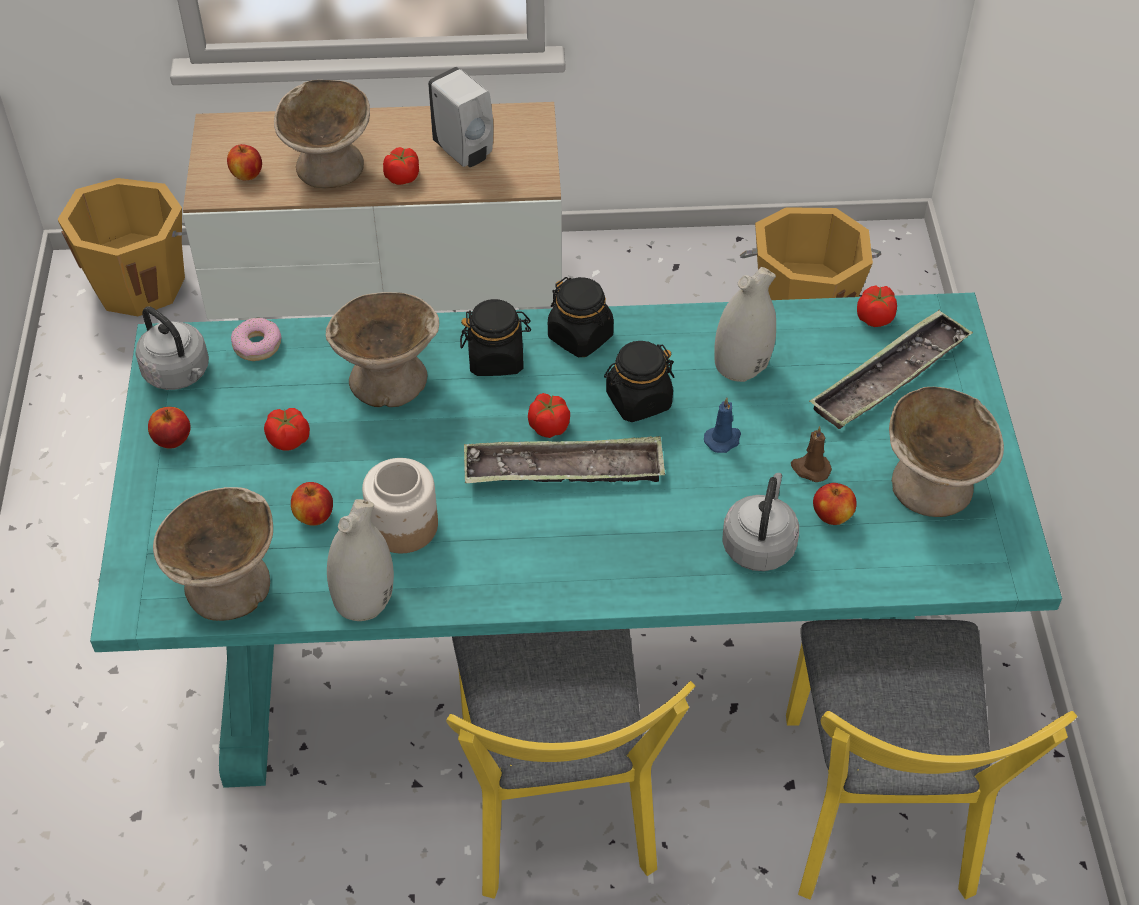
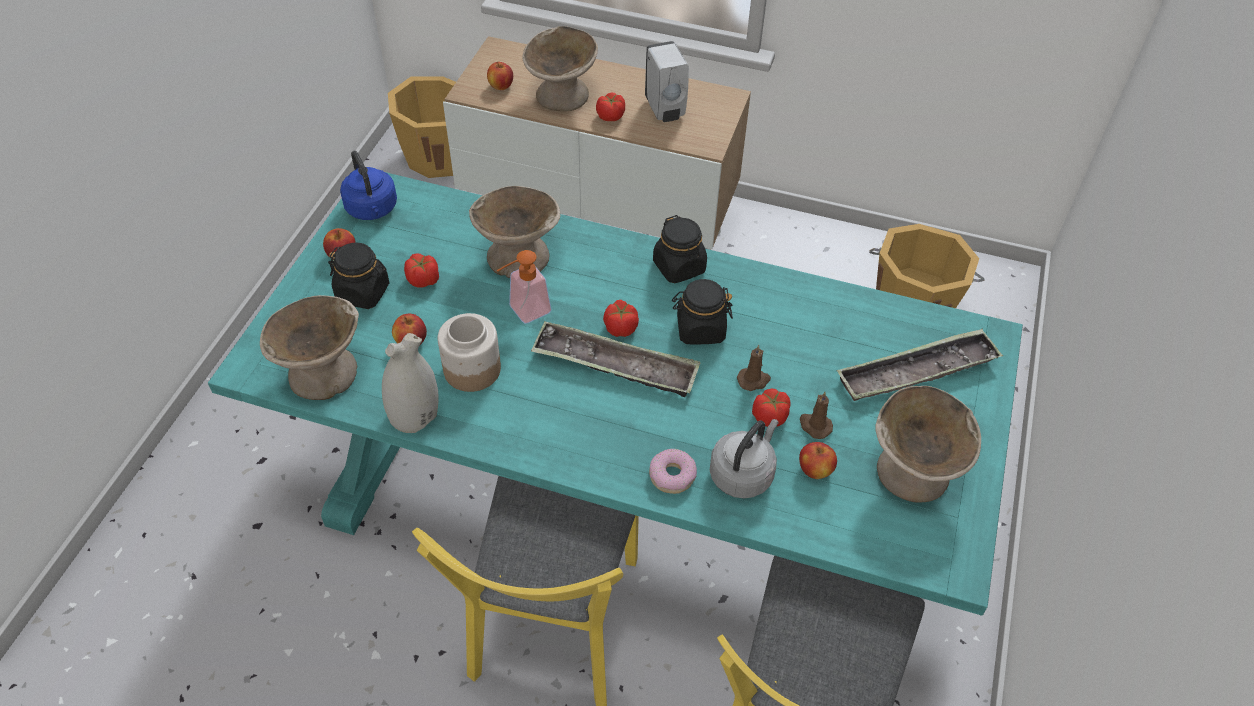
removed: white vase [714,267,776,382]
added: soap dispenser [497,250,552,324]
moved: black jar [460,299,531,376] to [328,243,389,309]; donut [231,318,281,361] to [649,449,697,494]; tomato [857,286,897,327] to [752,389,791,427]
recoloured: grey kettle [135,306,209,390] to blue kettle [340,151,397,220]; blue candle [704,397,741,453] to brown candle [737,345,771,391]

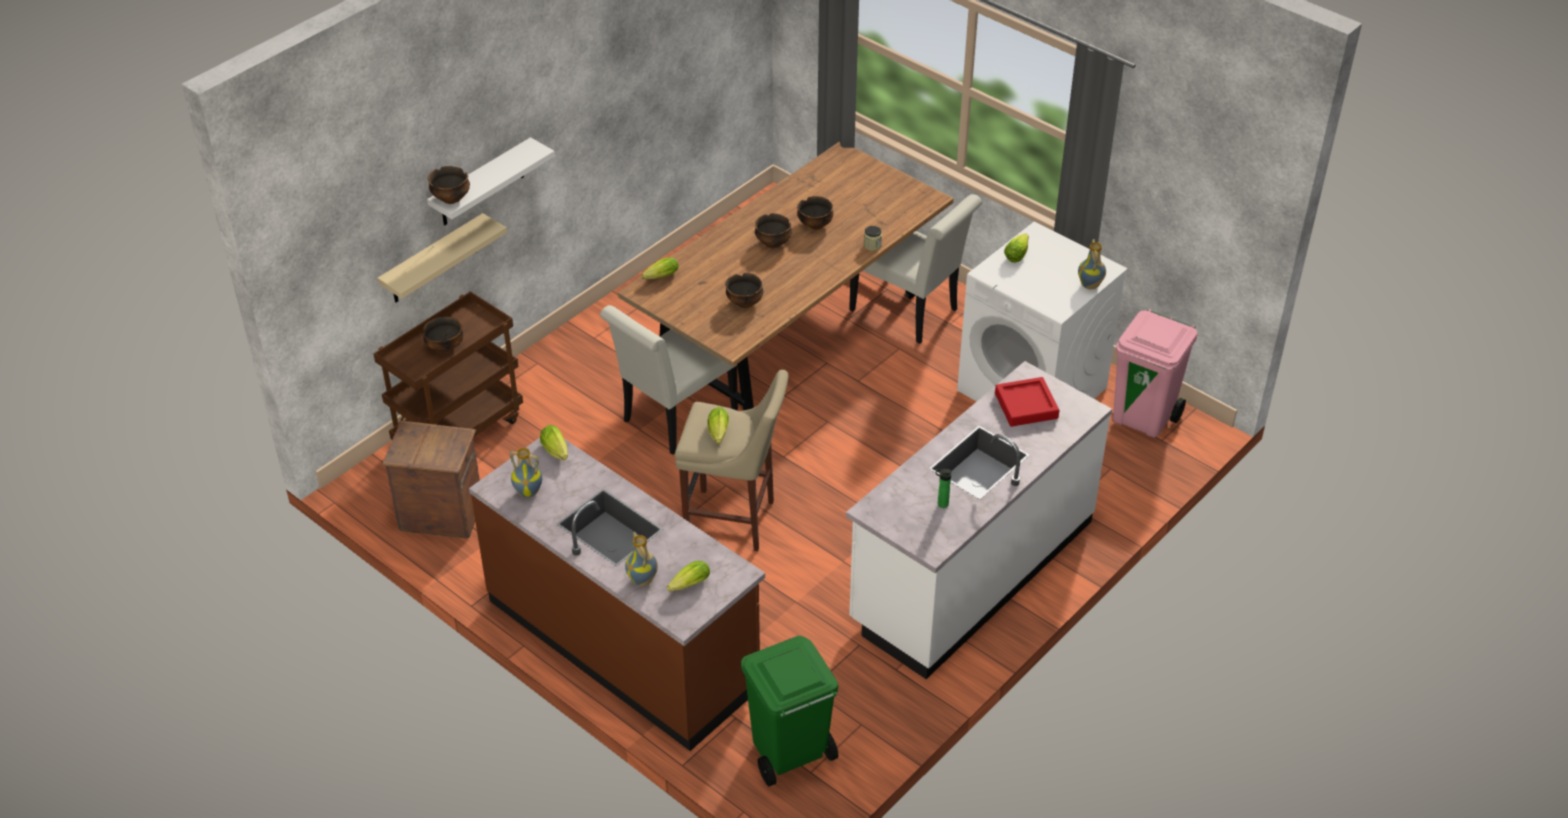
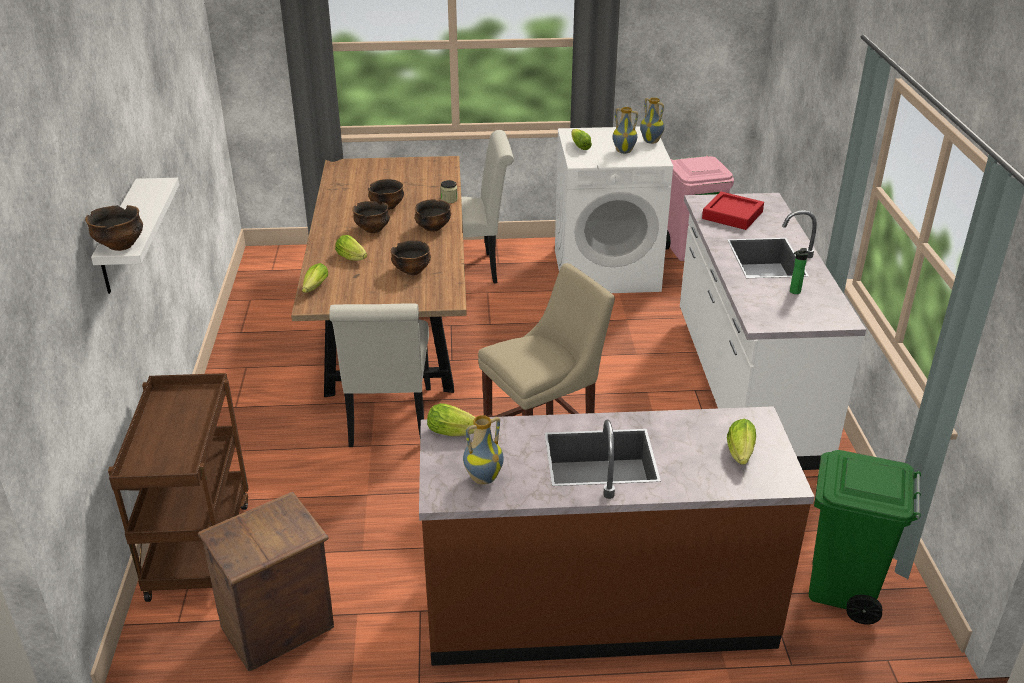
removed: beige shelf [377,213,507,303]
moved: lettuce [708,407,729,443] to [335,235,367,261]; bowl [423,316,463,352] to [415,199,451,232]; vase [625,532,658,586] to [613,107,638,154]

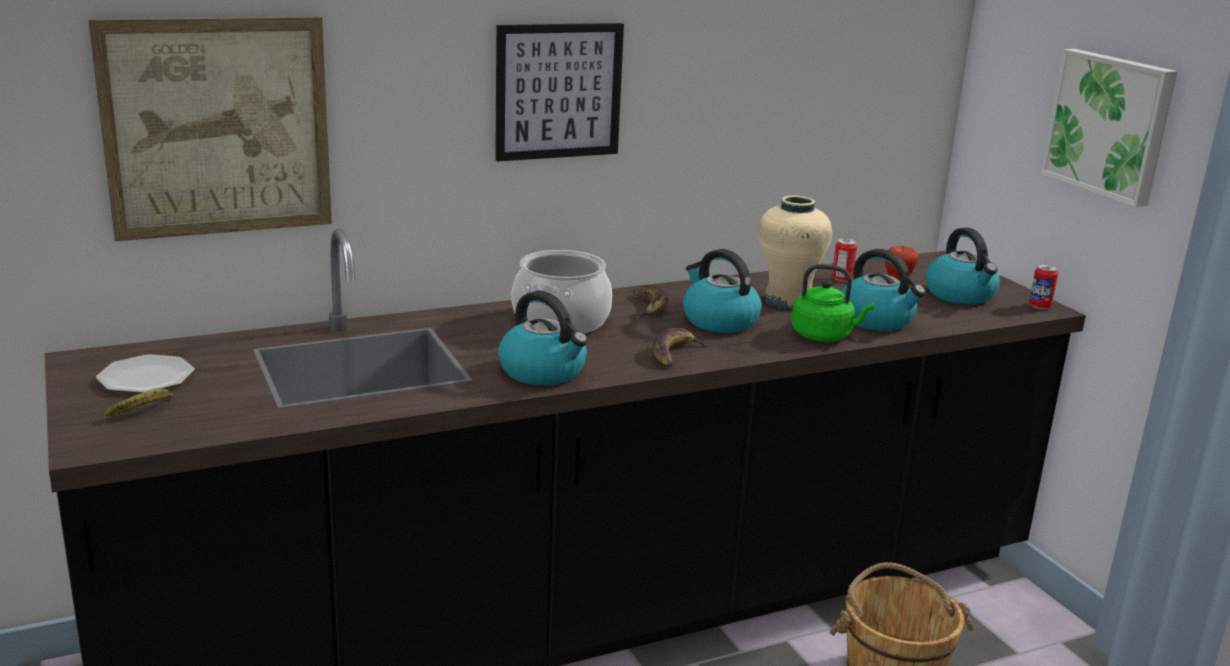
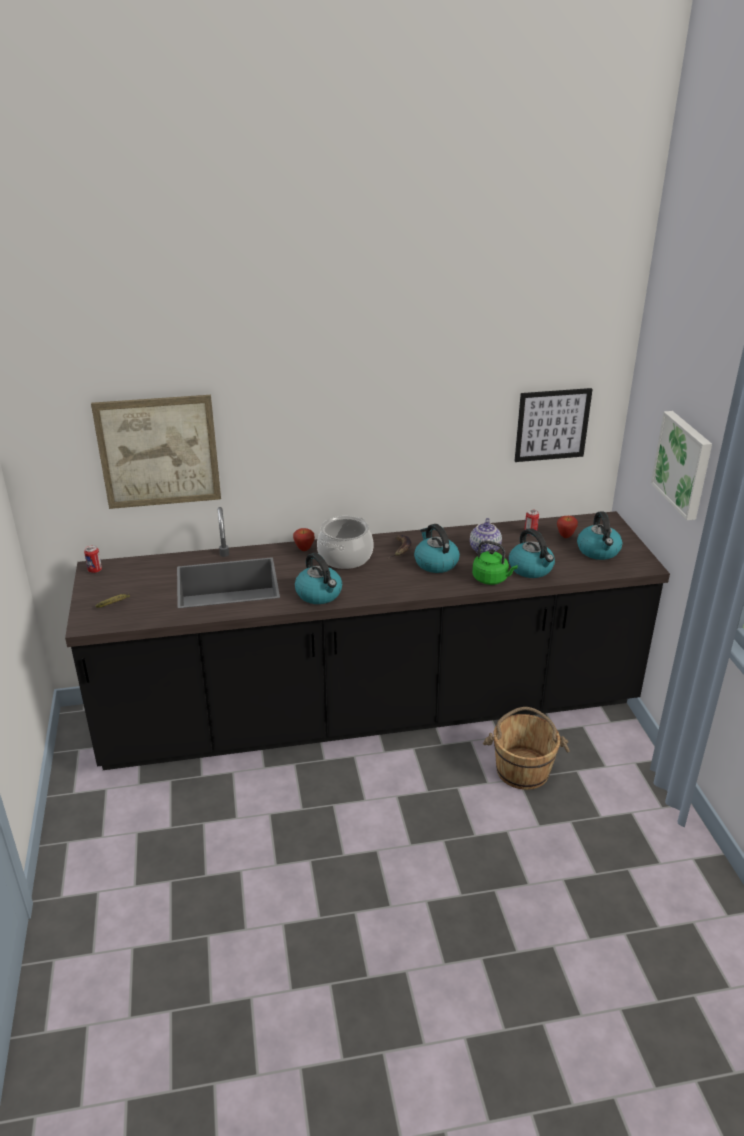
removed: plate [96,354,195,393]; banana [653,328,710,367]
added: apple [293,528,315,551]
moved: can [1029,264,1058,309] to [84,545,102,573]; picture [495,23,624,161] to [515,388,593,462]
replaced: beige vase [758,195,832,310] to teapot [470,518,502,554]

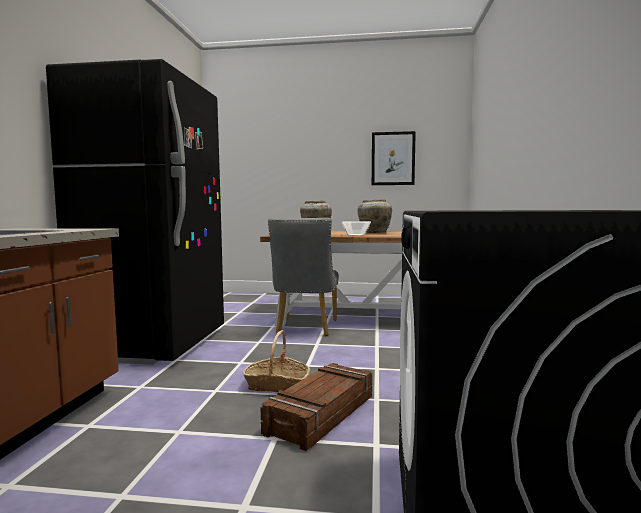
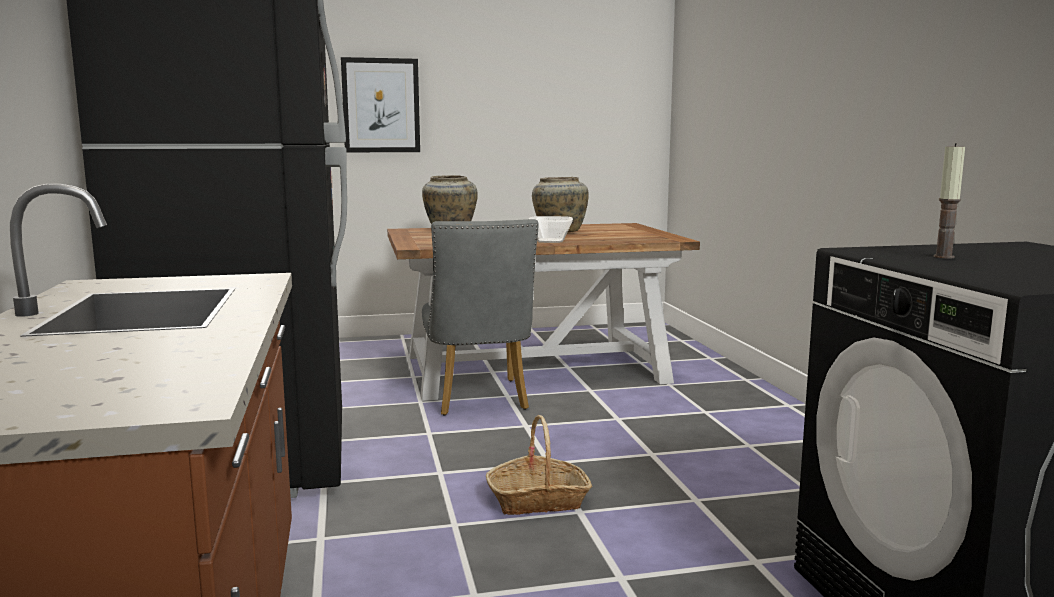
removed: crate [261,363,372,451]
added: candle [933,143,965,258]
moved: picture [372,131,416,185] to [341,57,420,152]

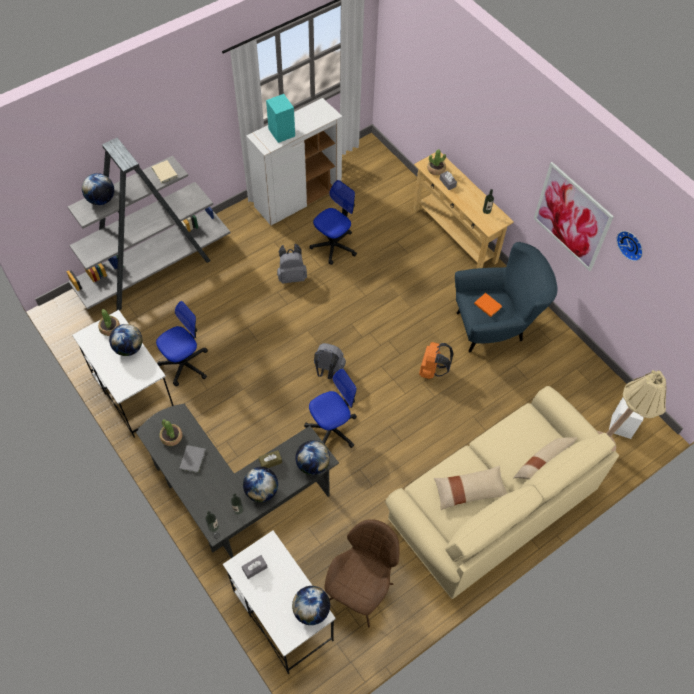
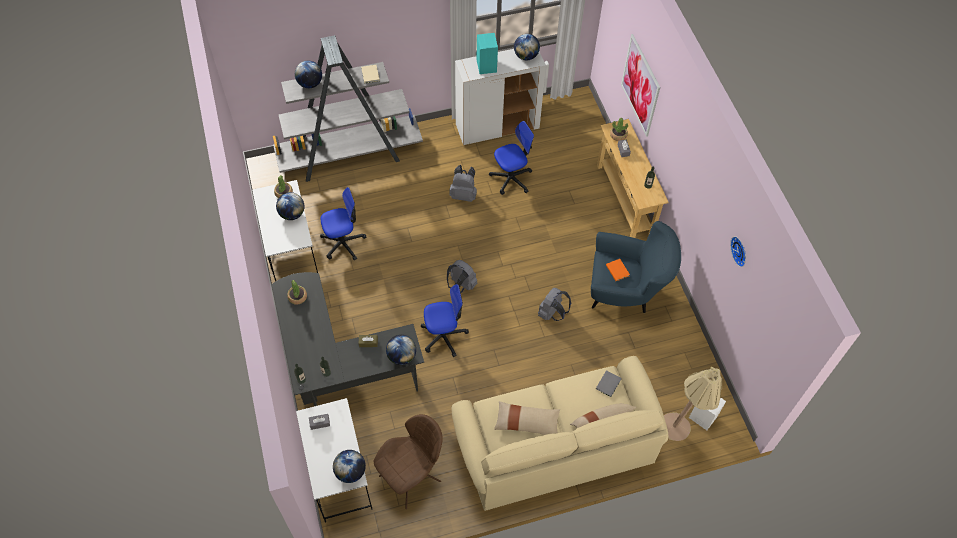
moved: globe [243,467,278,502] to [514,34,540,60]; grey book [179,445,206,473] to [596,370,622,397]; picture [534,162,614,271] to [621,34,660,137]
recoloured: orange backpack [419,342,454,379] to grey backpack [538,288,571,321]

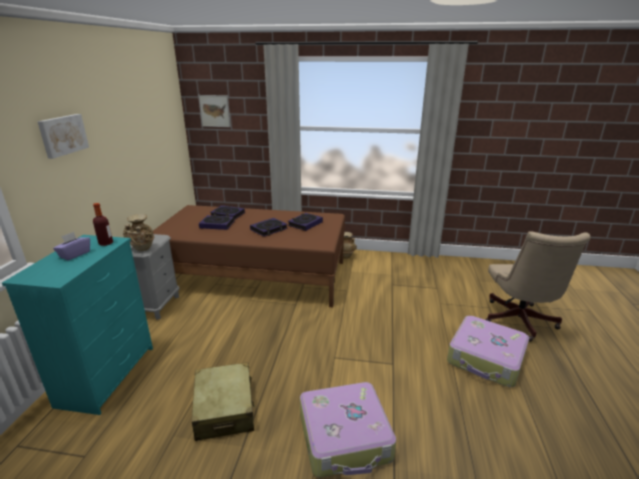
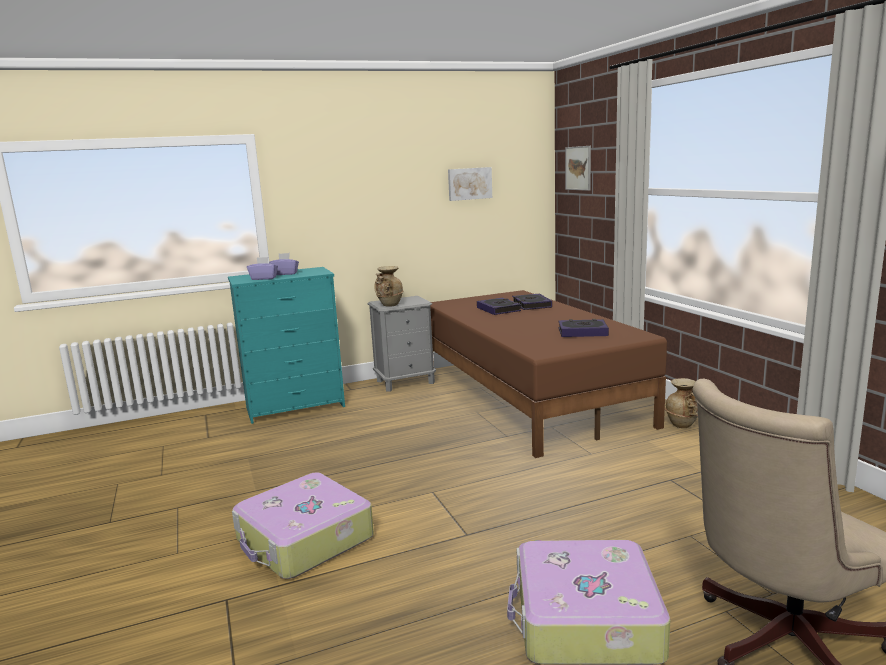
removed: bottle [93,203,113,246]; beige suitcase [192,362,255,441]; book [250,218,288,237]
added: purple tissue box [247,257,278,280]
moved: picture [37,114,89,159] to [448,167,492,201]

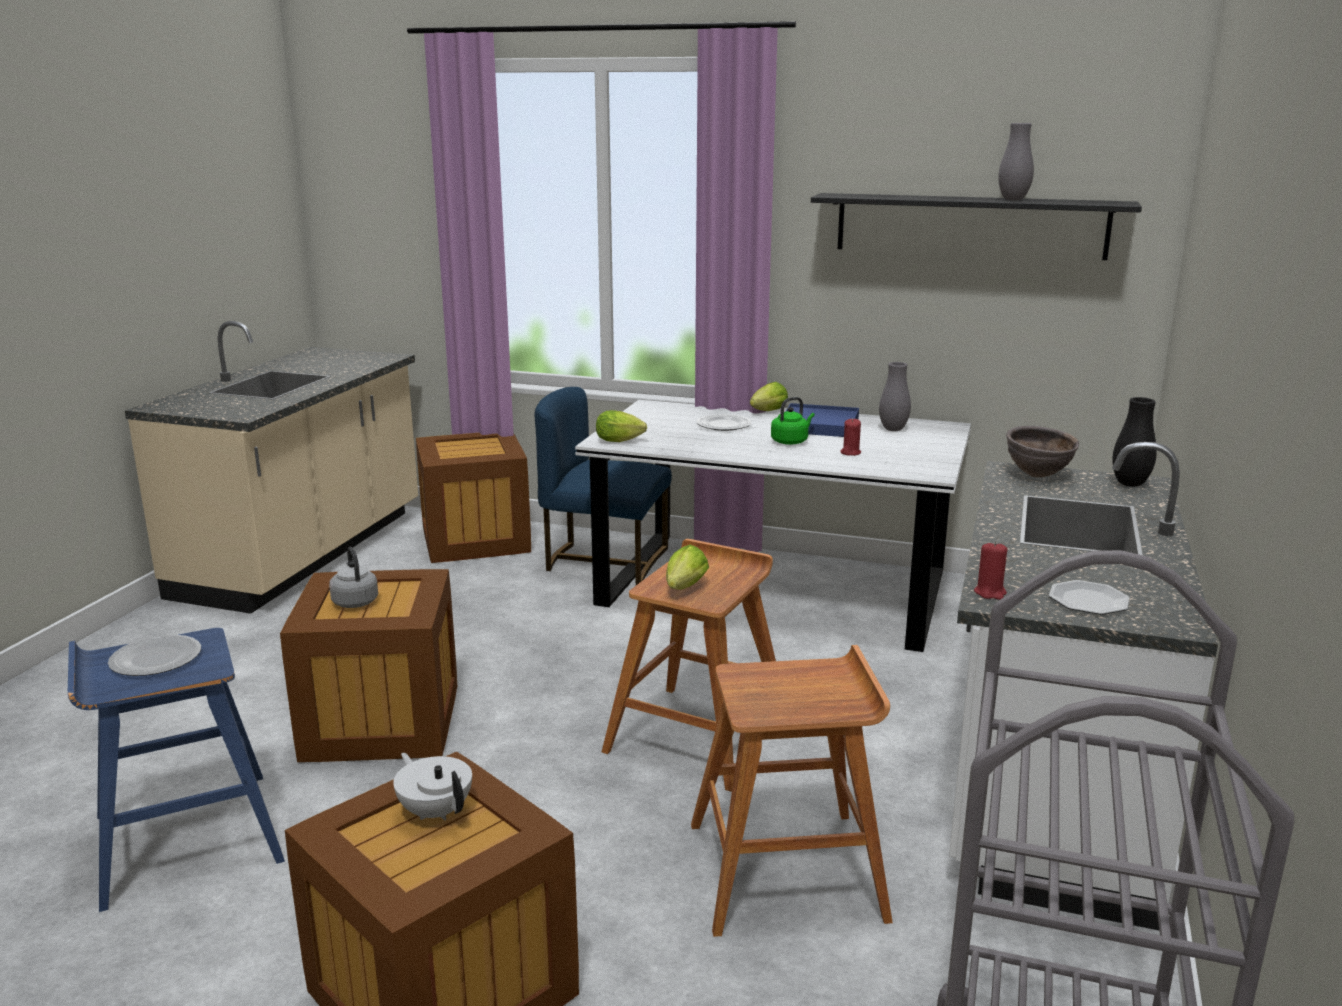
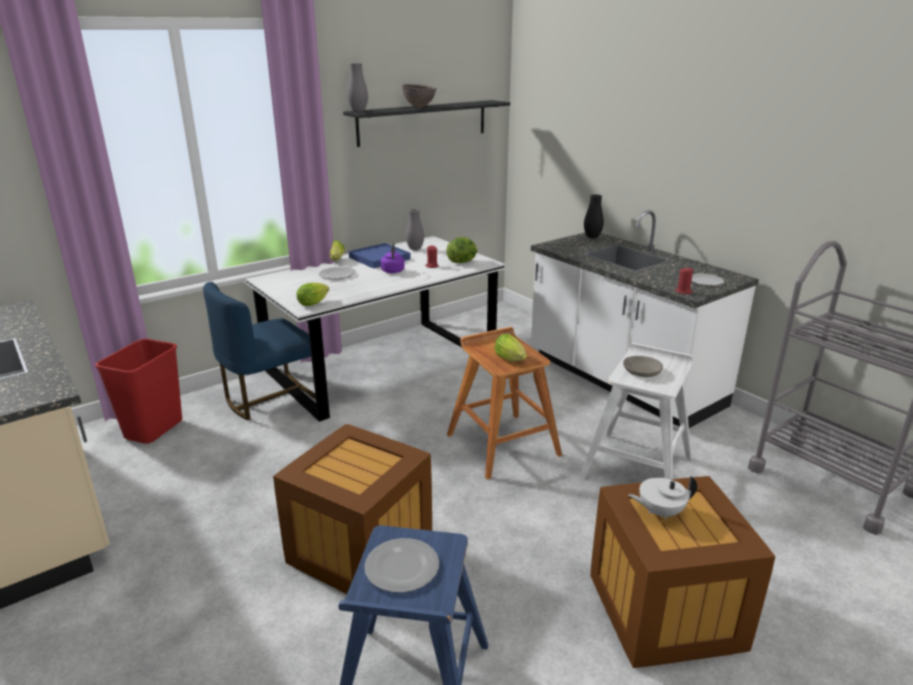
removed: grey kettle [329,547,378,608]
added: lettuce [446,237,477,263]; grey bowl [623,356,663,377]
moved: grey vase [998,123,1034,200] to [347,63,368,112]; brown bowl [1006,426,1079,477] to [402,84,437,108]
replaced: crate [416,433,531,563] to red trash can [95,339,182,443]
recoloured: green kettle [771,397,815,445] to purple kettle [381,242,405,273]; brown stool [691,645,893,937] to white stool [580,343,693,479]

